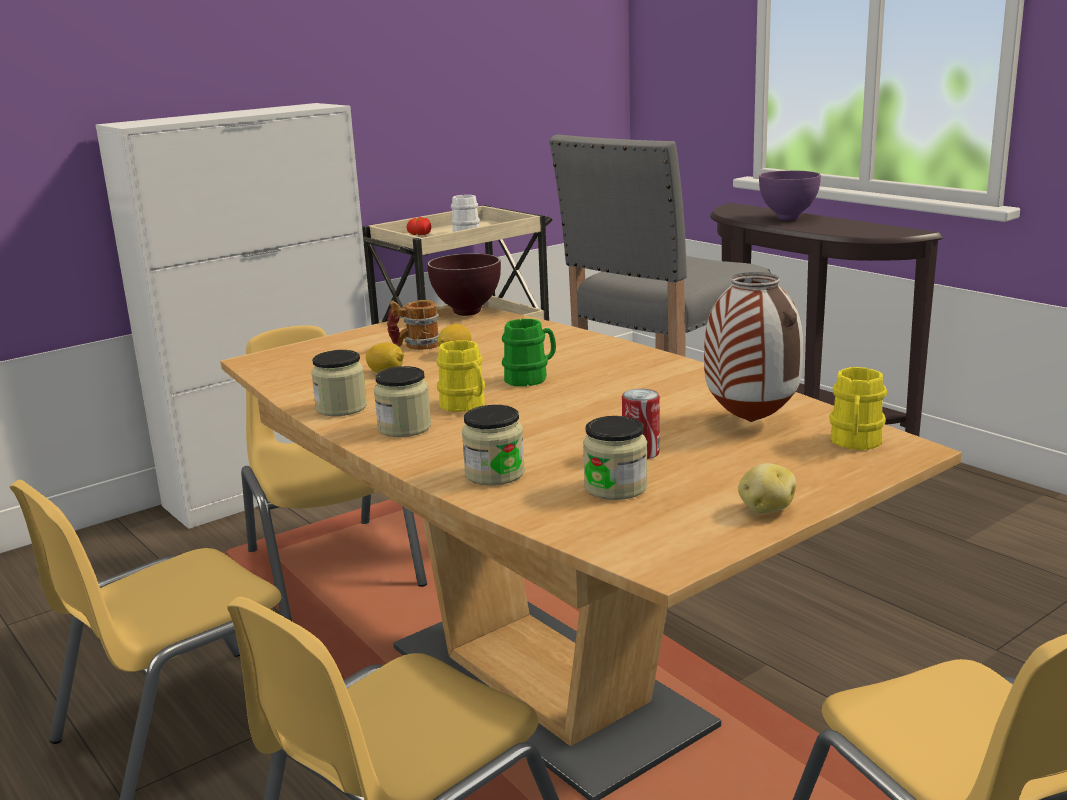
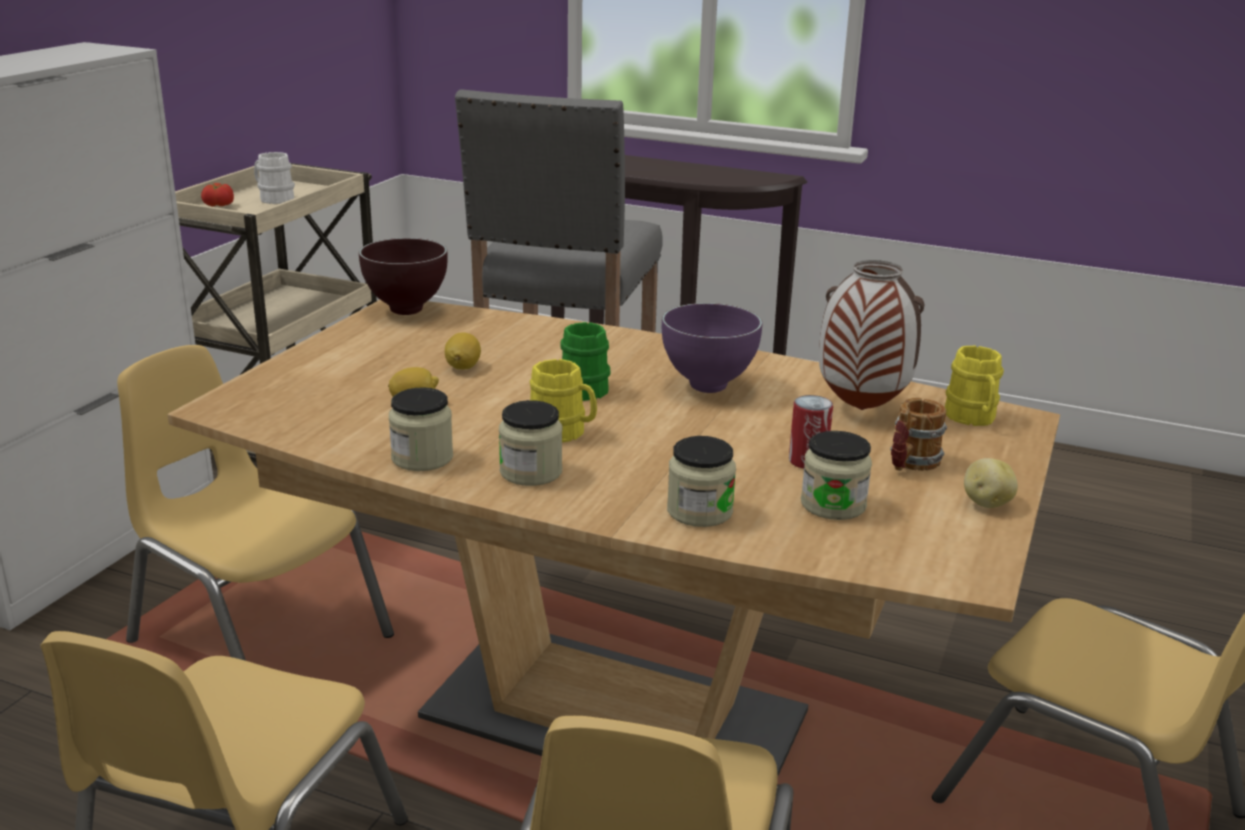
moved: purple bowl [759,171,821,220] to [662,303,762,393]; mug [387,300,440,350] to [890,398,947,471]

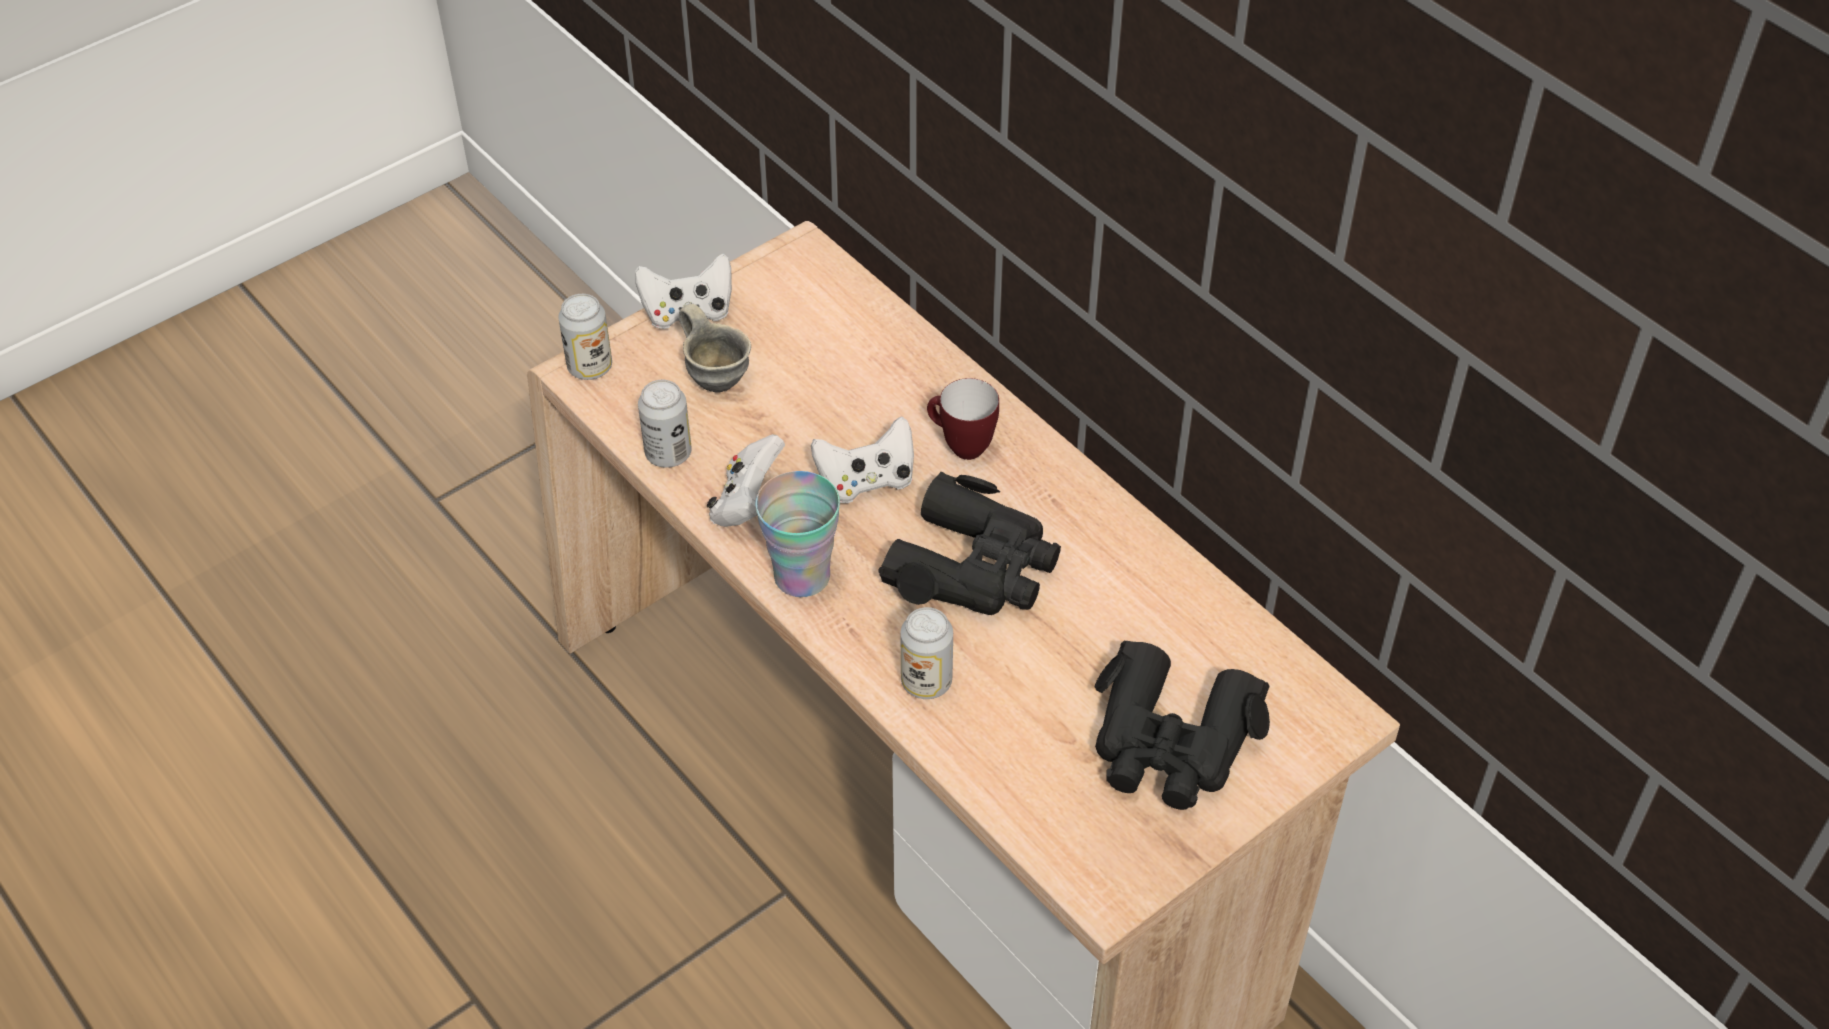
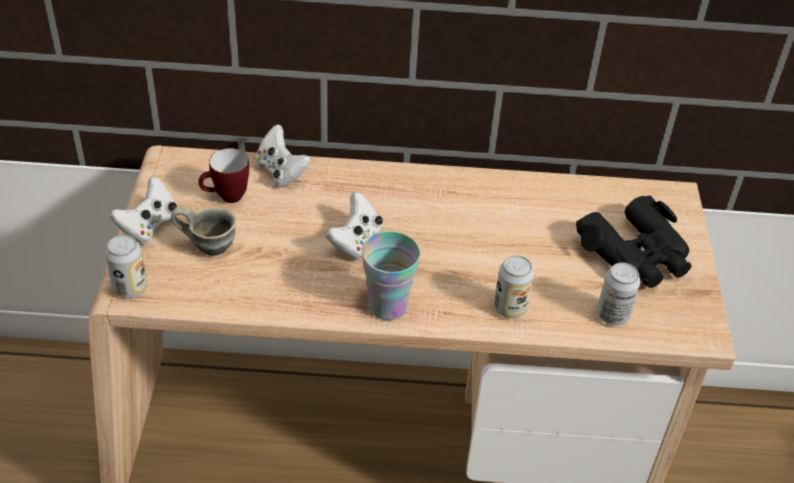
removed: black binoculars [878,472,1061,615]
moved: mug [927,378,999,460] to [199,148,249,203]; white game controller [707,434,785,527] to [255,124,311,187]; can [638,380,692,468] to [597,262,641,326]

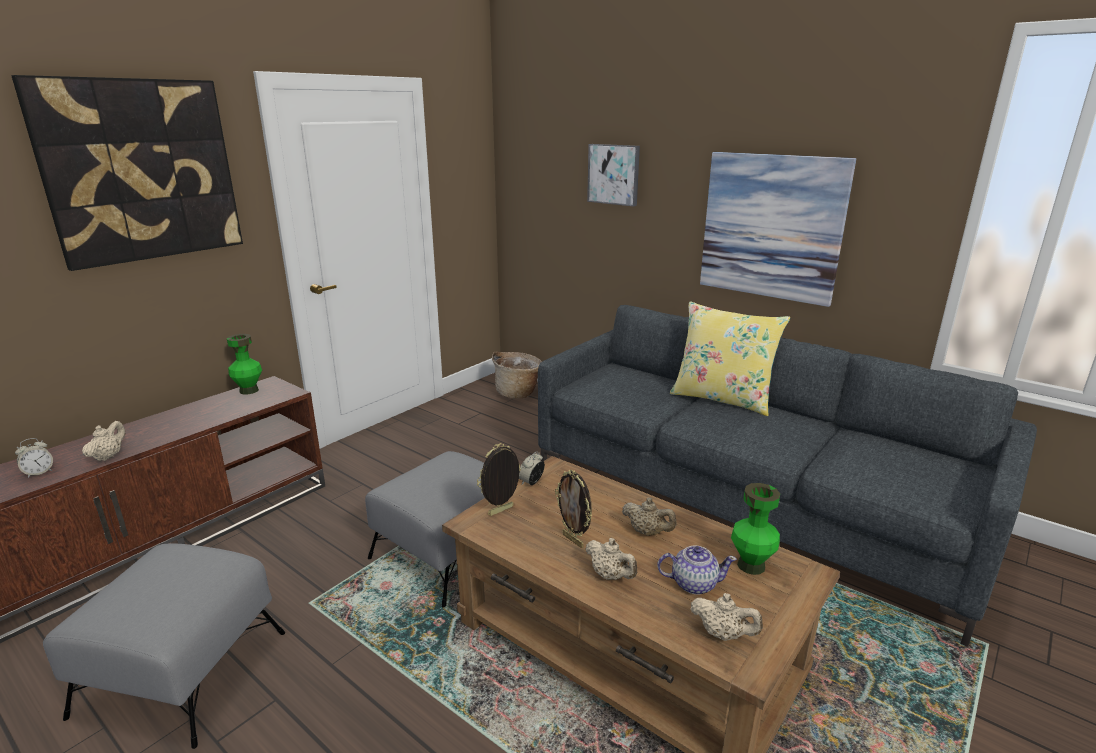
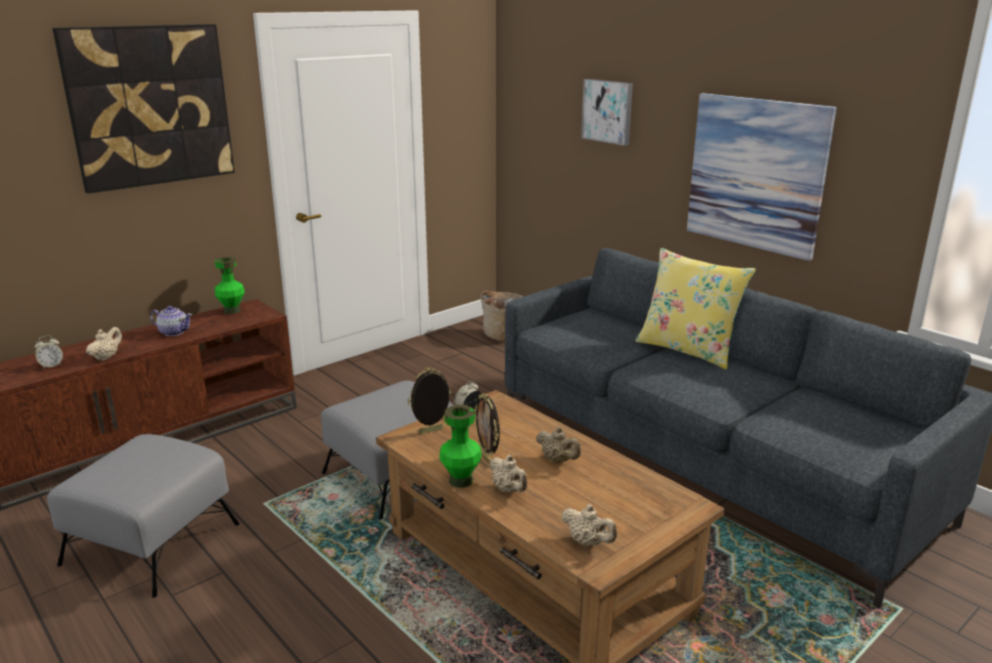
moved: teapot [657,546,737,594] to [150,306,192,336]; green vase [731,483,780,575] to [439,405,482,488]

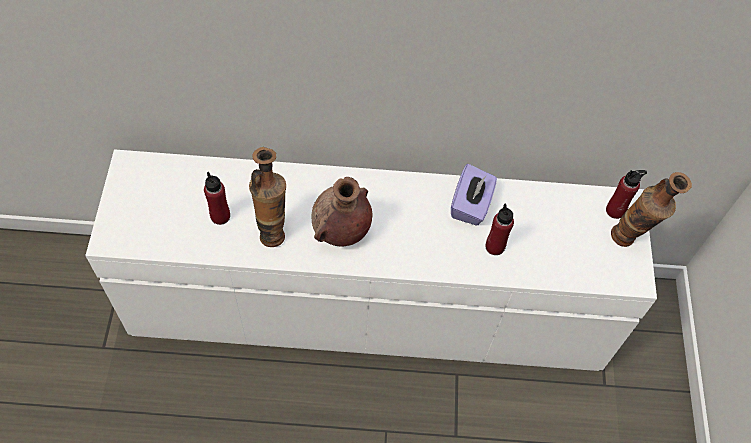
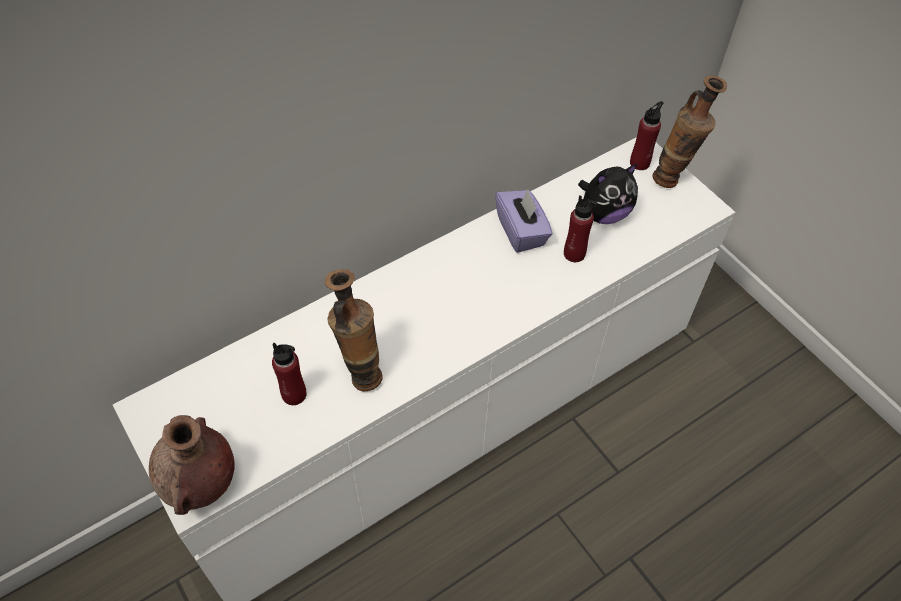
added: plush toy [578,163,638,224]
moved: brown vase [312,177,372,247] to [149,415,235,515]

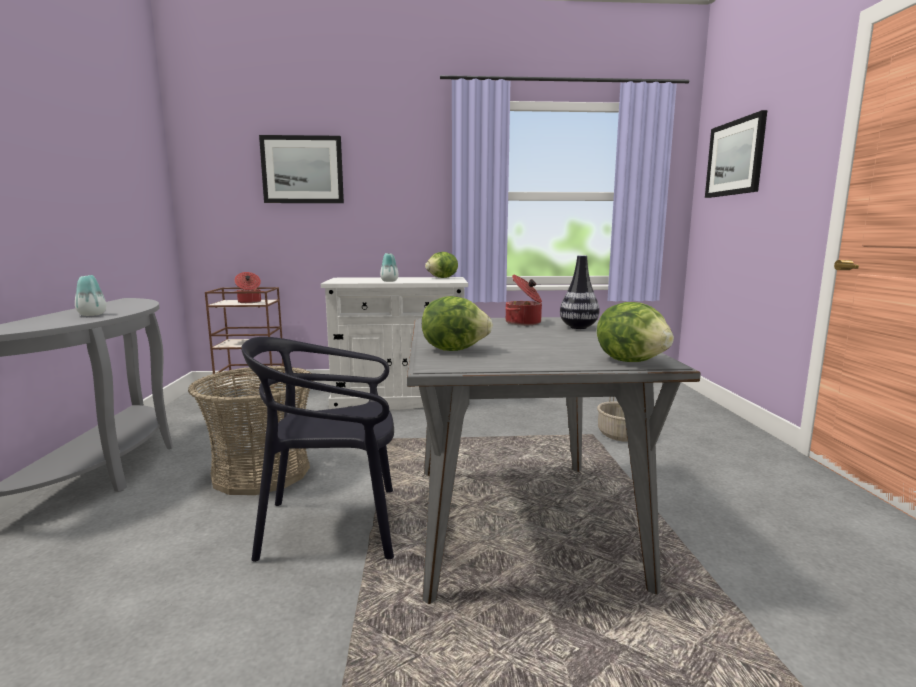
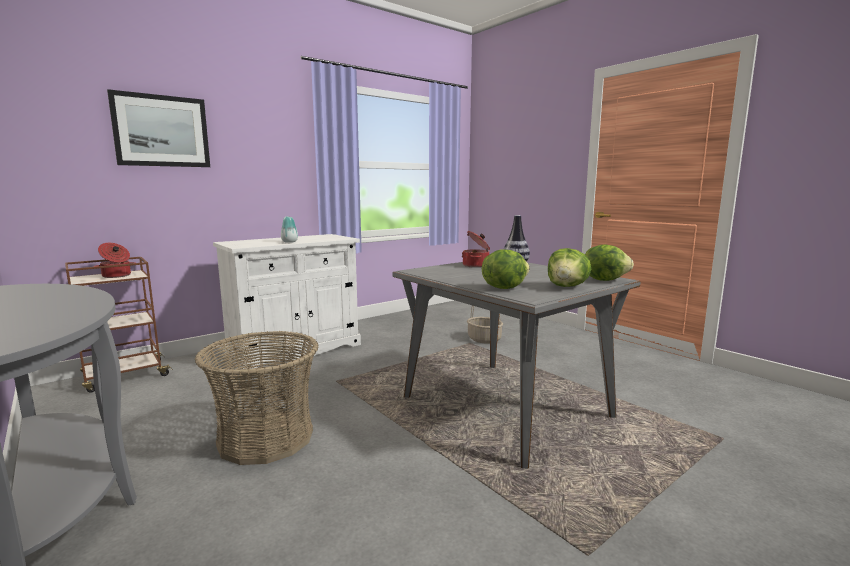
removed: vase [75,275,106,316]; black chair [241,337,394,562]; picture [705,110,767,198]
moved: lettuce [425,252,458,278] to [548,248,591,287]

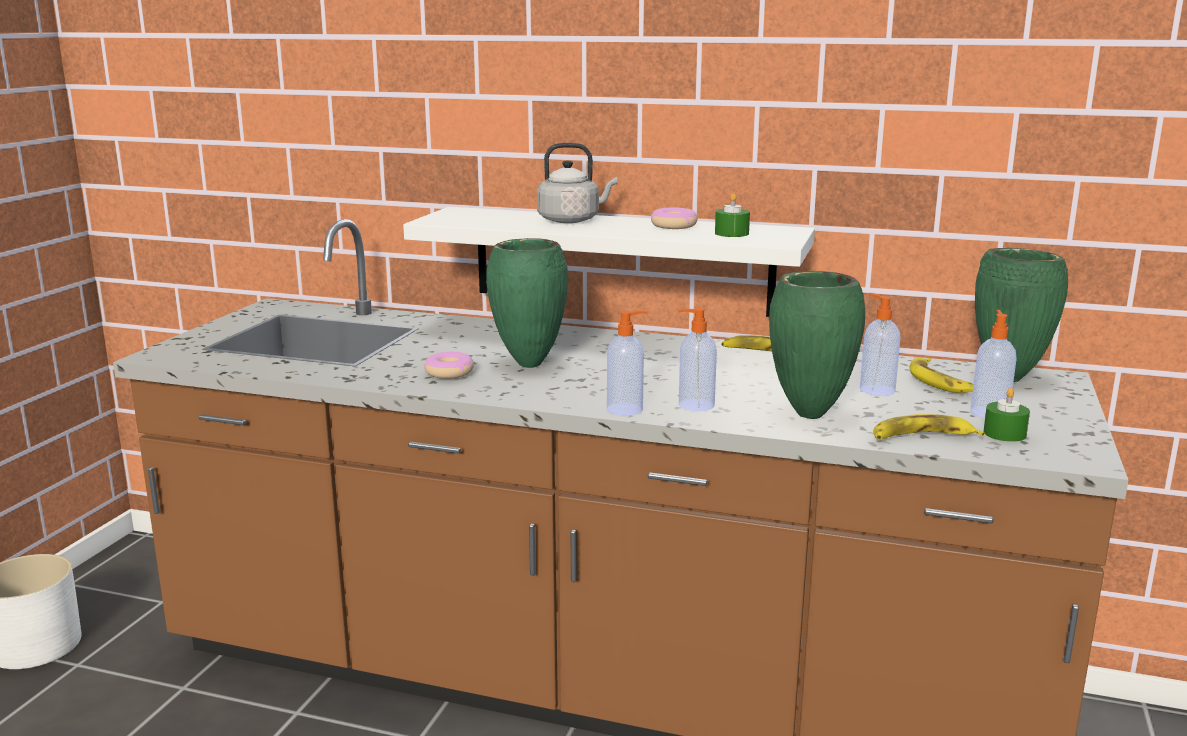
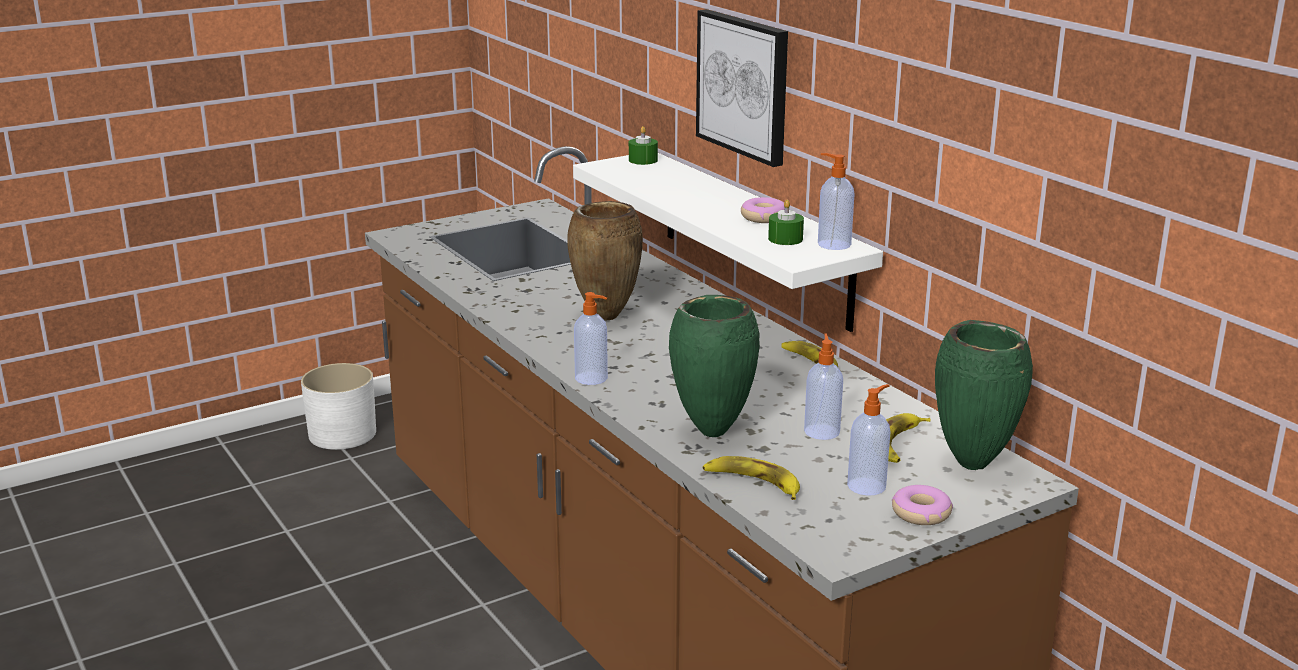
removed: grey kettle [537,143,618,223]
added: picture [696,9,788,167]
moved: green candle [984,388,1030,442] to [629,126,658,165]; soap dispenser [678,308,717,411] to [818,153,854,250]; donut [424,352,474,379] to [892,485,953,525]
recoloured: green vase [486,238,568,368] to brown vase [567,201,643,320]

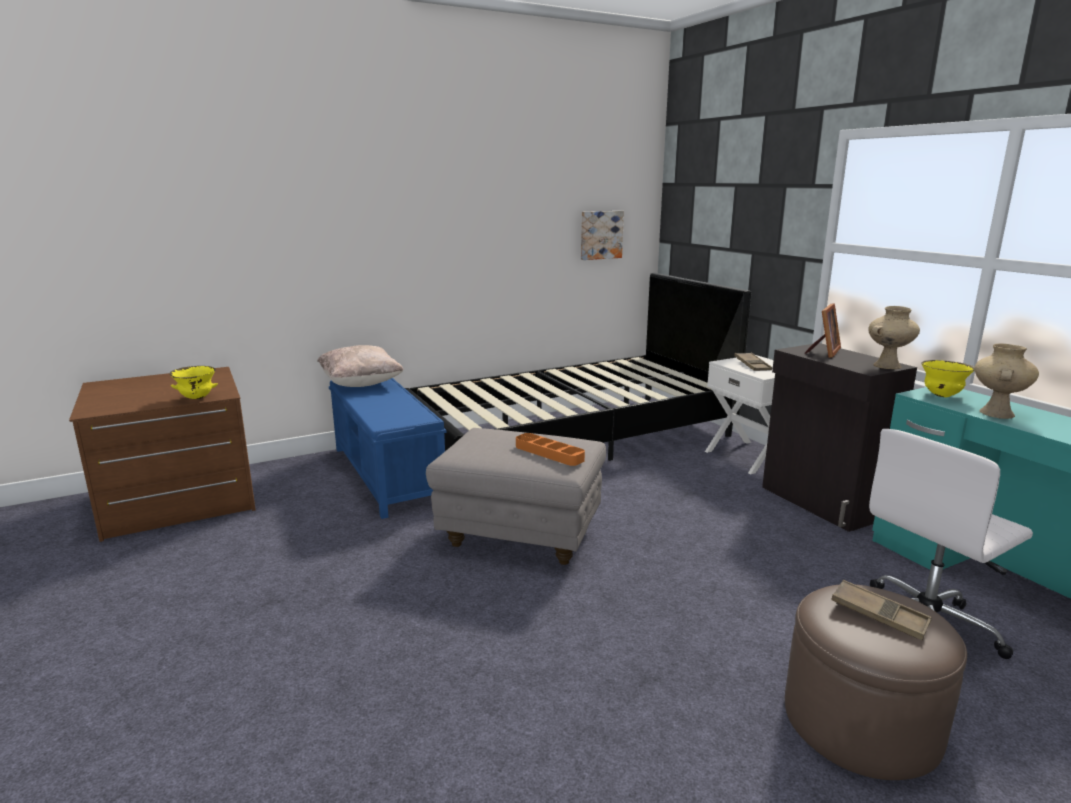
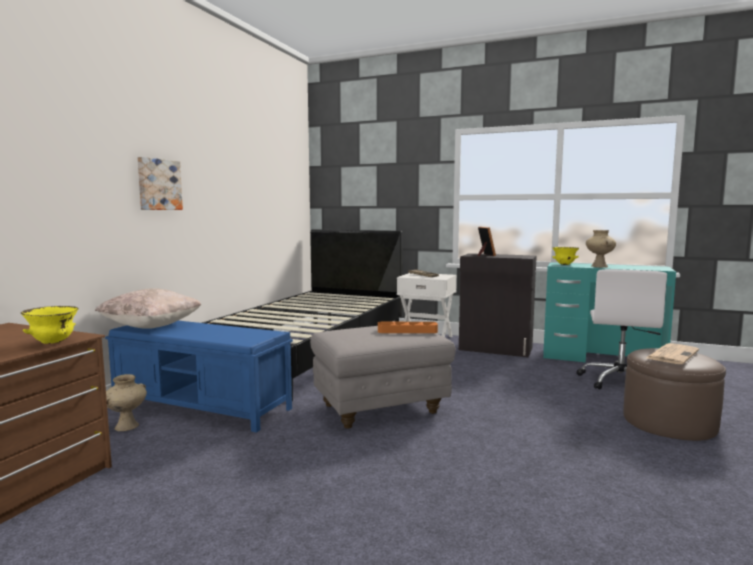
moved: beige vase [868,306,920,369] to [106,374,147,431]; picture [581,211,624,260] to [137,157,183,210]
replaced: brown tray [831,580,932,640] to newspaper [646,343,699,364]

